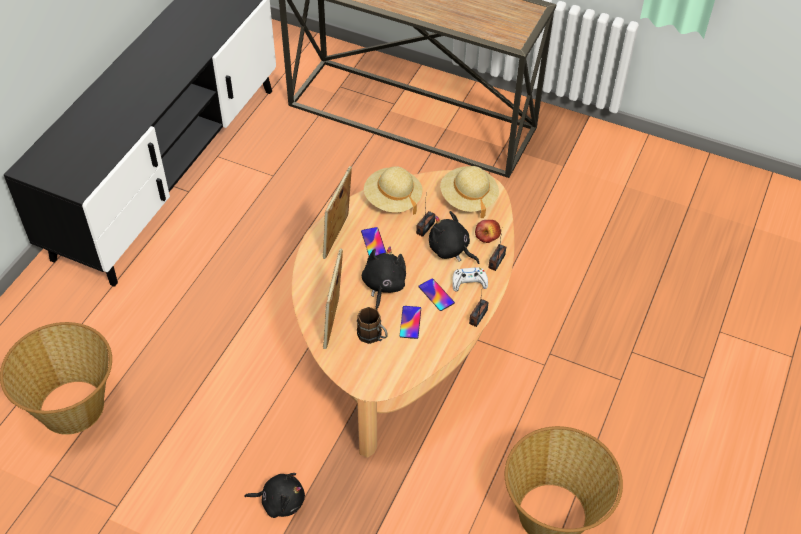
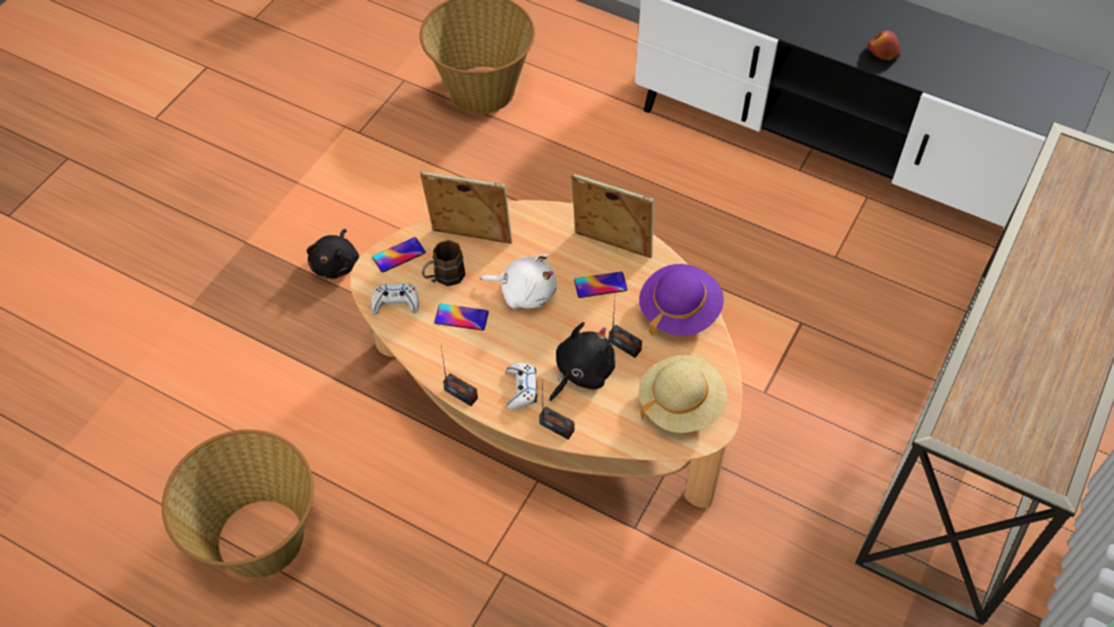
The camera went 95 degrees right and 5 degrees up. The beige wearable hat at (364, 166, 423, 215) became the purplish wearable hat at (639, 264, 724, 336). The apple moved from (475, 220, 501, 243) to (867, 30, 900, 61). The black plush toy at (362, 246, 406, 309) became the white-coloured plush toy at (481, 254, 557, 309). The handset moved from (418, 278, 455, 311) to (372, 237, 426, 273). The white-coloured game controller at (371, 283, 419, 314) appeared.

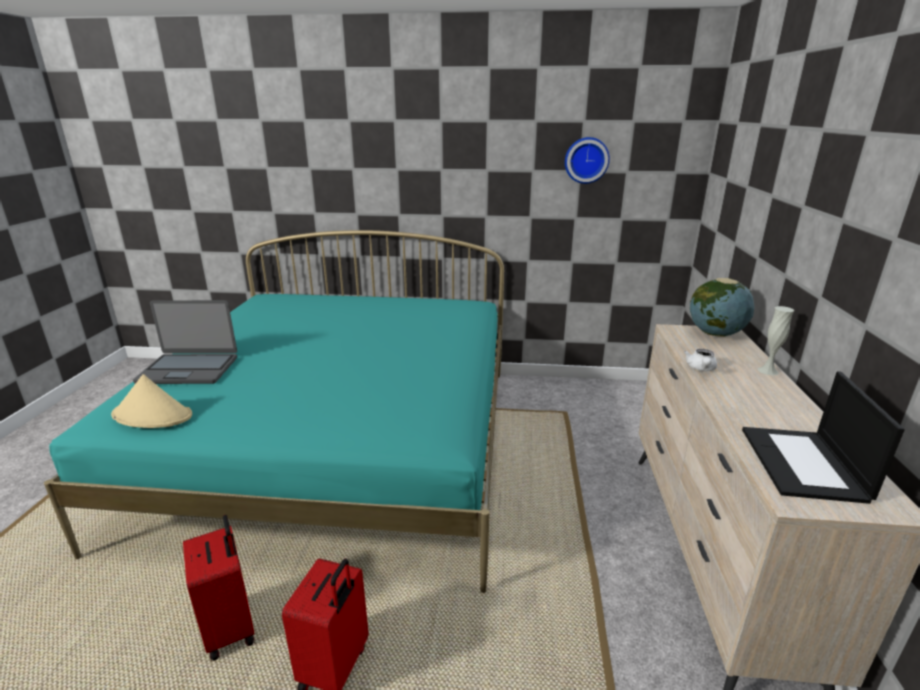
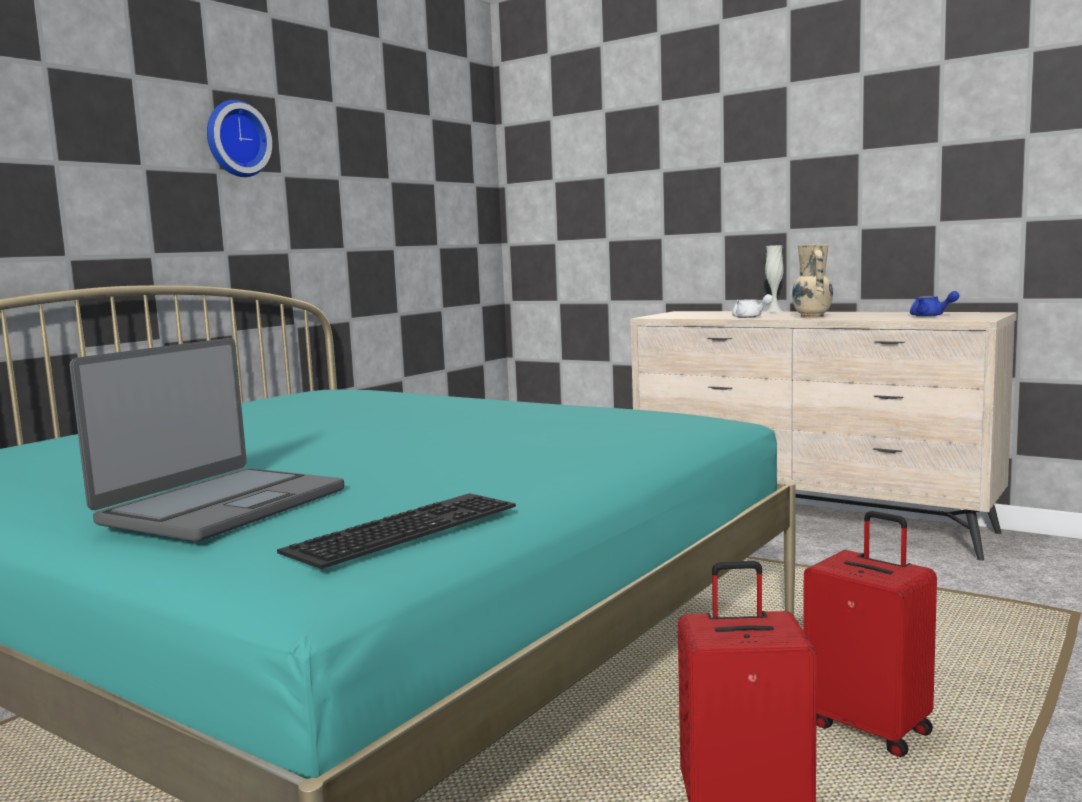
The camera went 60 degrees left and 15 degrees down. The hanging clock moved from (565, 137, 610, 184) to (207, 100, 272, 177). The desk globe at (689, 278, 754, 337) disappeared. The notebook computer at (742, 371, 904, 504) was replaced by the bluish tea pot at (910, 291, 960, 317). The beige wearable hat at (111, 374, 192, 428) was replaced by the PC keyboard at (277, 493, 516, 569). The beige decorative vase at (792, 245, 833, 317) appeared.

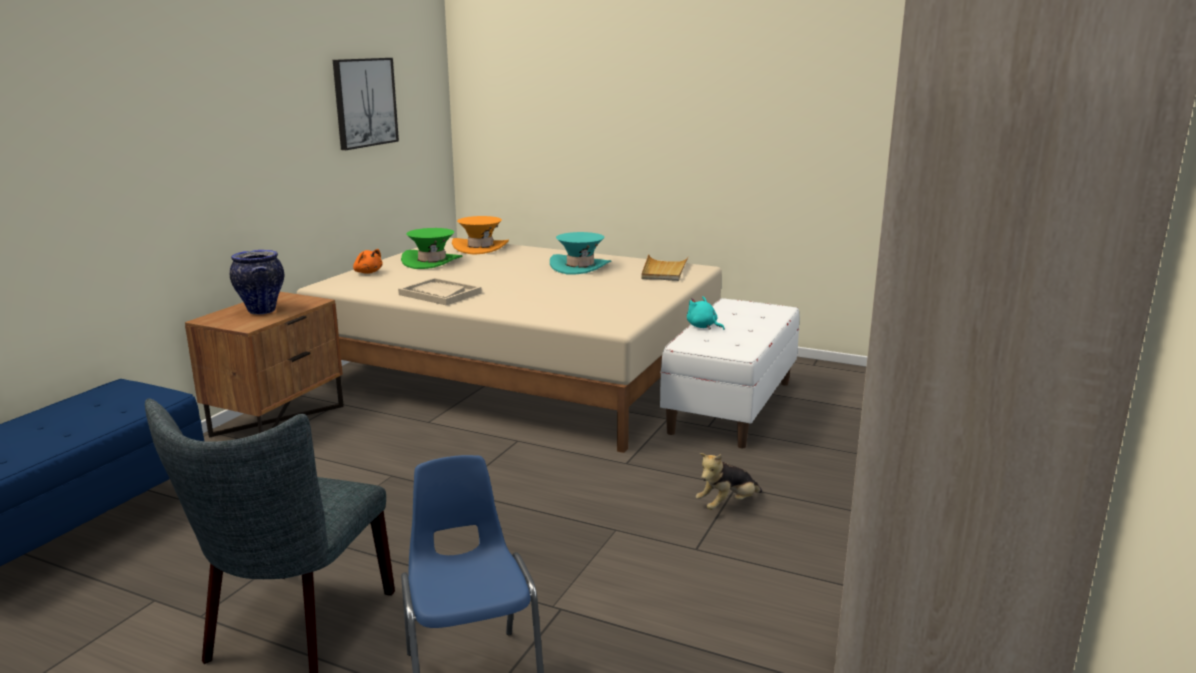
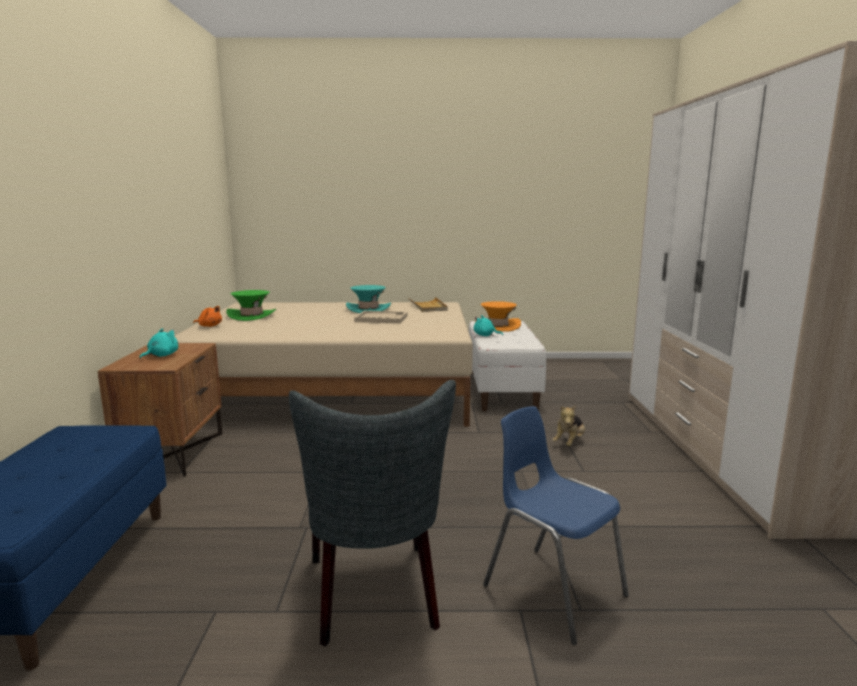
The camera went 25 degrees left and 5 degrees down. The wall picture at (333, 58, 399, 150) disappeared. The orange-coloured wearable hat moved from (452, 216, 509, 255) to (475, 301, 521, 332). The decorative vase at (230, 250, 284, 315) was replaced by the turquoise-coloured plush toy at (139, 328, 178, 359). The beige serving tray moved from (398, 278, 481, 305) to (354, 311, 407, 324).

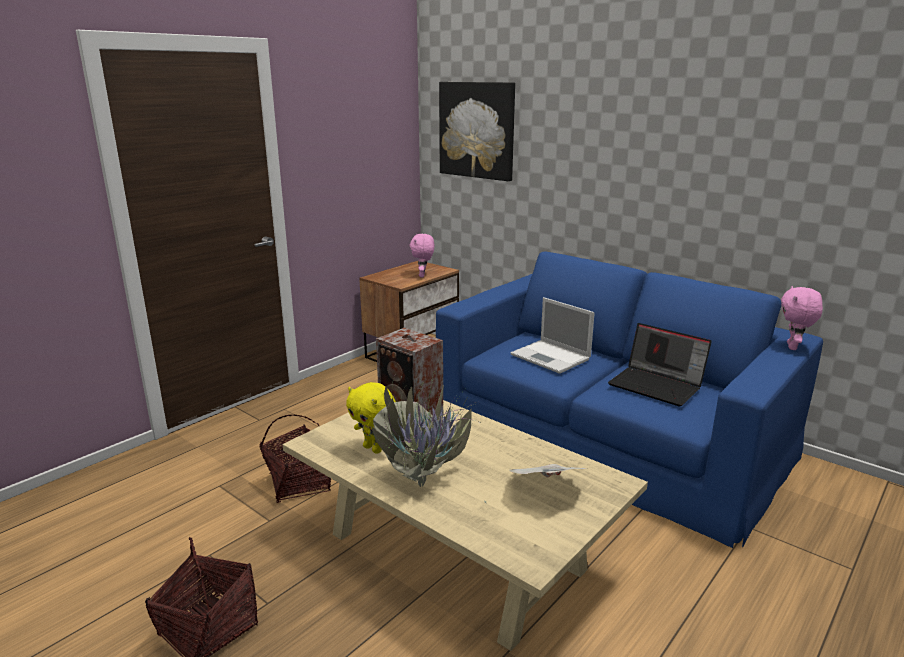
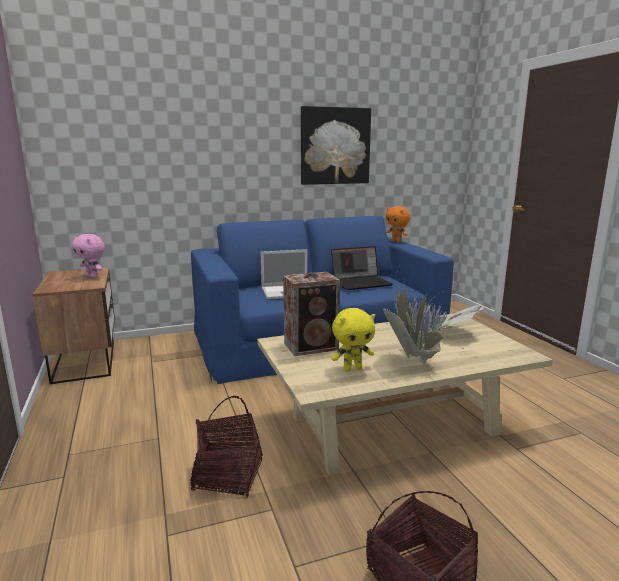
The camera went 60 degrees left and 5 degrees down. The wall picture moved from (439, 82, 515, 181) to (301, 106, 371, 185). The pink-coloured plush toy at (781, 286, 823, 350) became the orange-coloured plush toy at (386, 206, 410, 242).

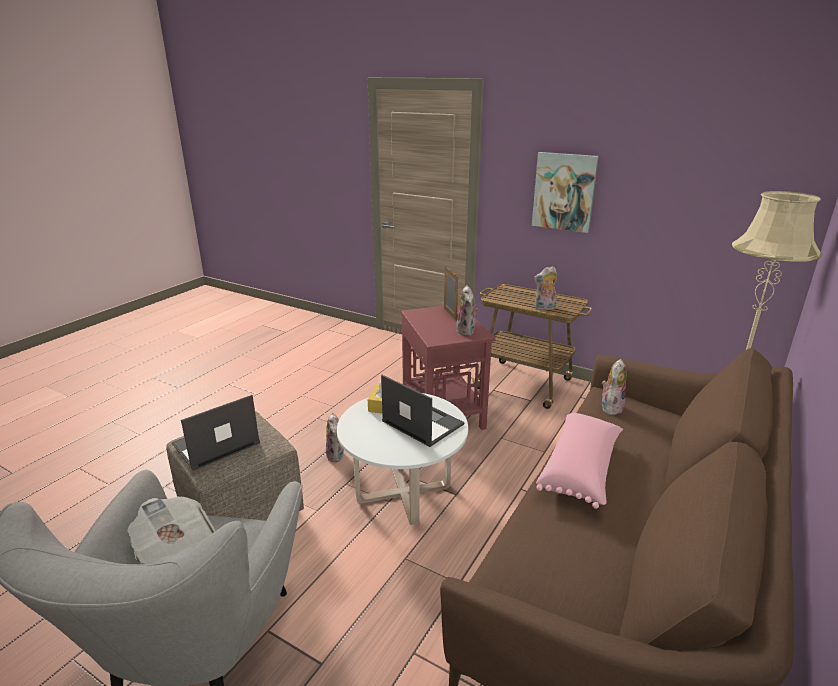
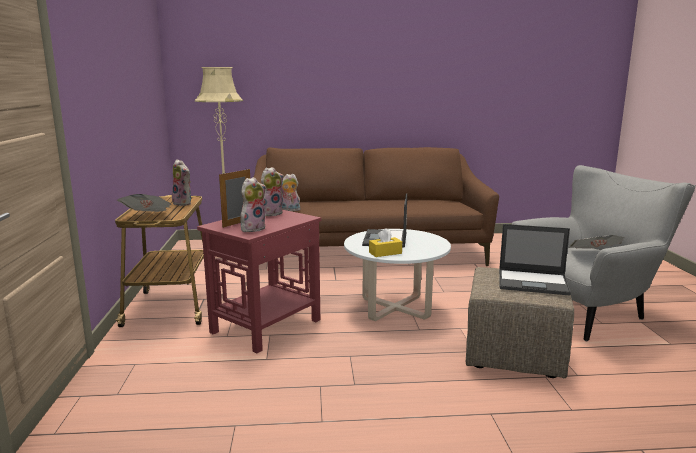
The camera went 125 degrees left and 10 degrees down. The wall picture at (532, 152, 599, 233) disappeared. The plush toy moved from (326, 413, 344, 462) to (240, 177, 266, 232). The pink-coloured cushion at (536, 413, 623, 509) disappeared. The printed paper at (117, 194, 172, 212) appeared.

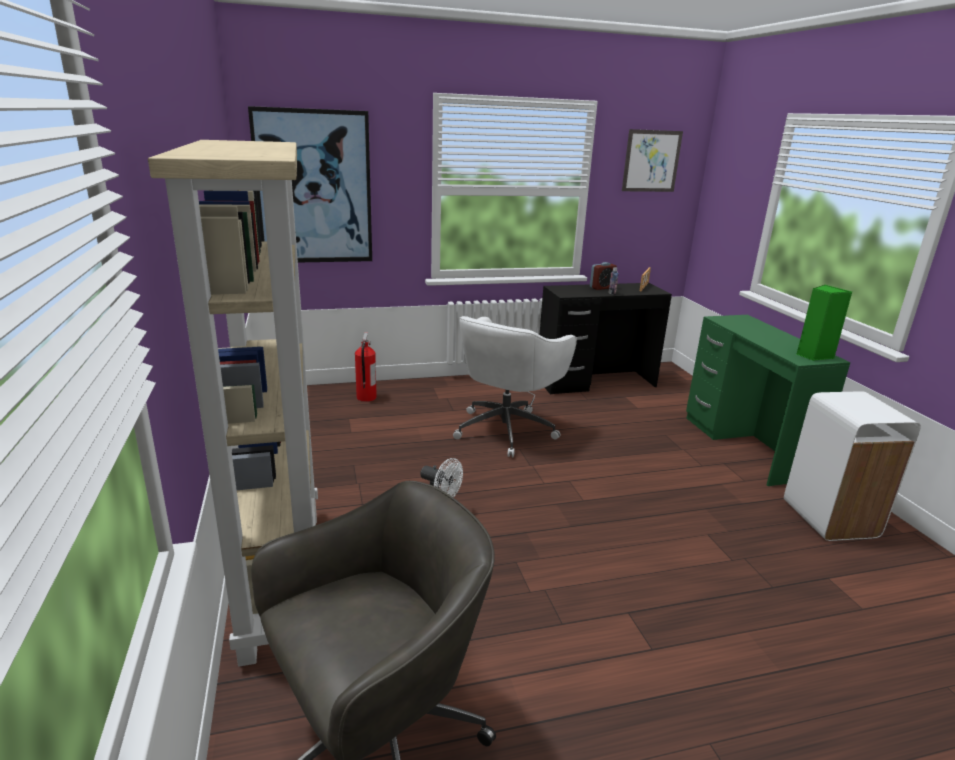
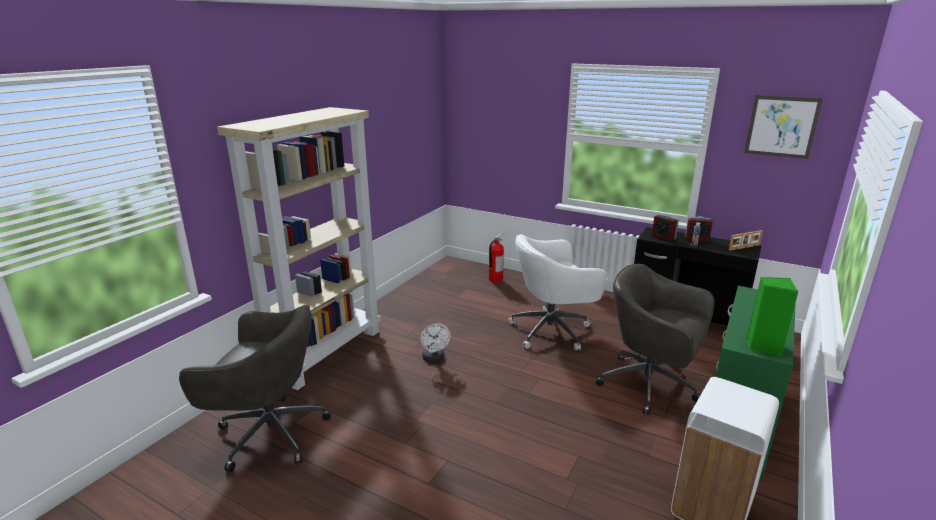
The camera went 45 degrees right and 0 degrees up. The wall picture at (248, 106, 372, 263) disappeared. The bedside clock at (652, 214, 679, 241) appeared. The gray office chair at (596, 264, 715, 415) appeared.

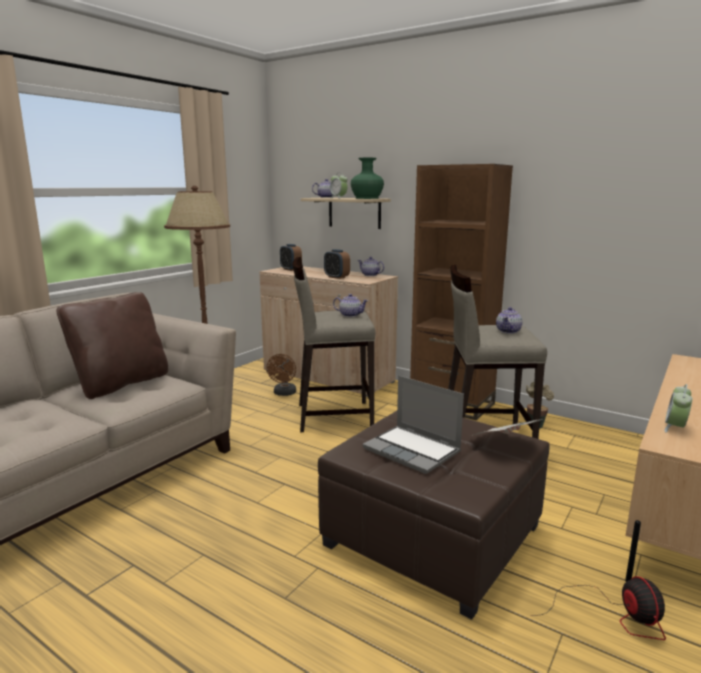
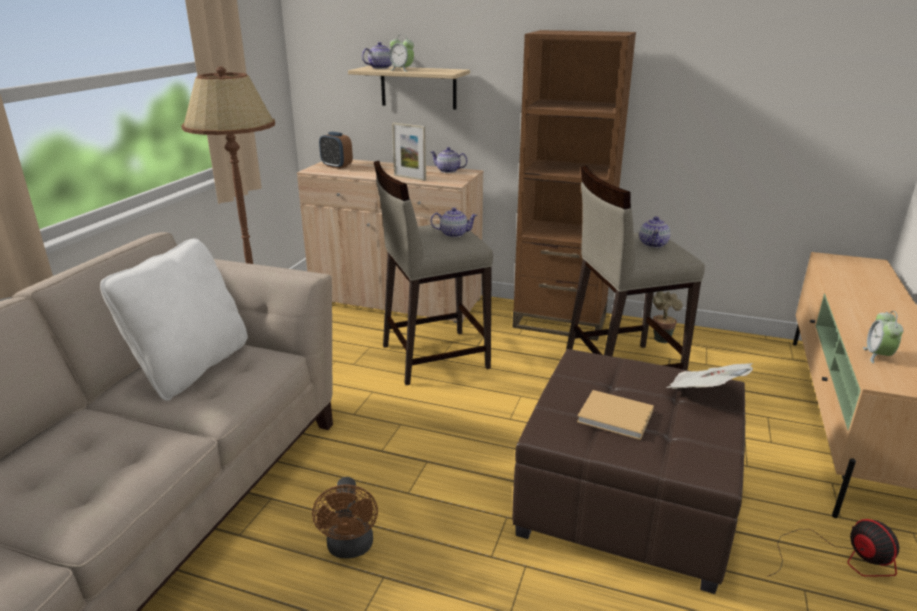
The camera went 15 degrees left and 10 degrees up. The green-coloured decorative vase at (351, 158, 384, 199) disappeared. The bedside clock at (324, 249, 350, 279) was replaced by the photo frame at (392, 122, 426, 181). The brownish cushion at (56, 292, 168, 399) became the white-coloured cushion at (100, 238, 248, 401). The brownish fan moved from (266, 354, 296, 396) to (312, 477, 378, 558). The notebook computer at (363, 375, 464, 474) was replaced by the beige bound book at (577, 390, 654, 440).

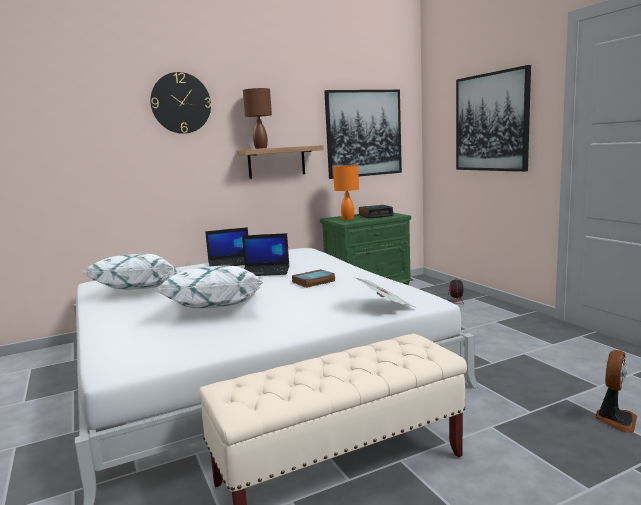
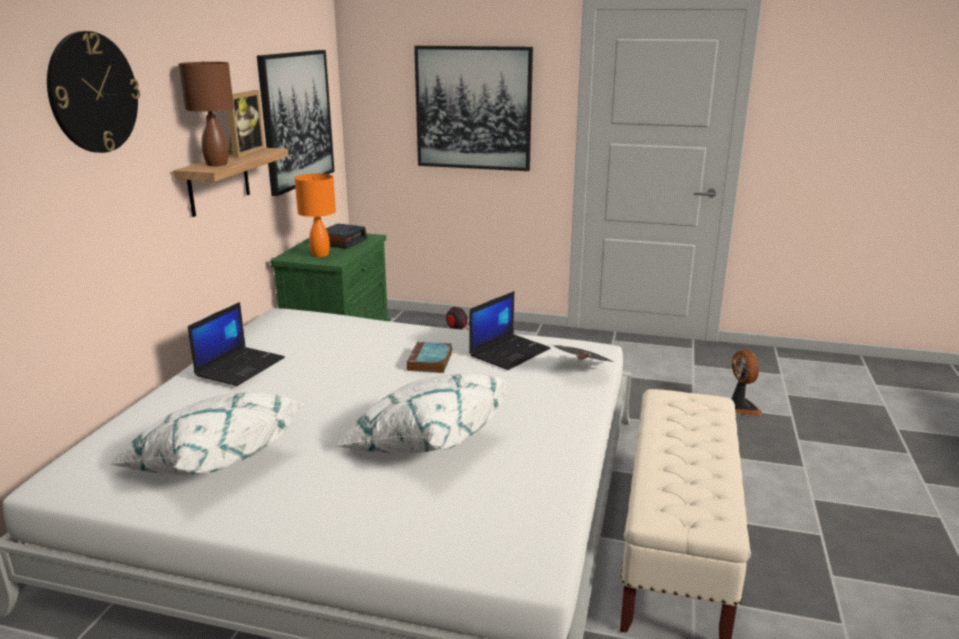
The camera went 50 degrees left and 10 degrees up. The notebook computer moved from (242, 233, 289, 276) to (469, 291, 551, 370). The photo frame at (228, 90, 265, 158) appeared.

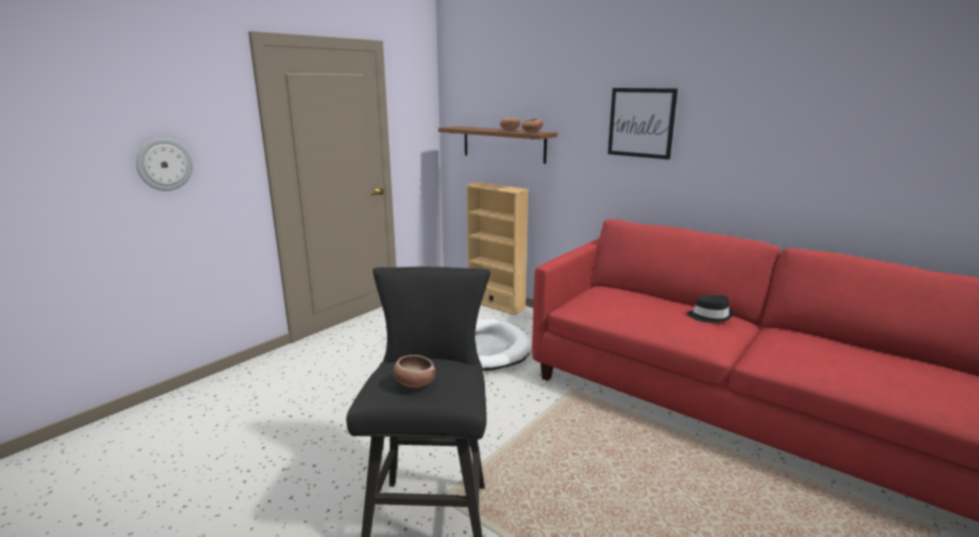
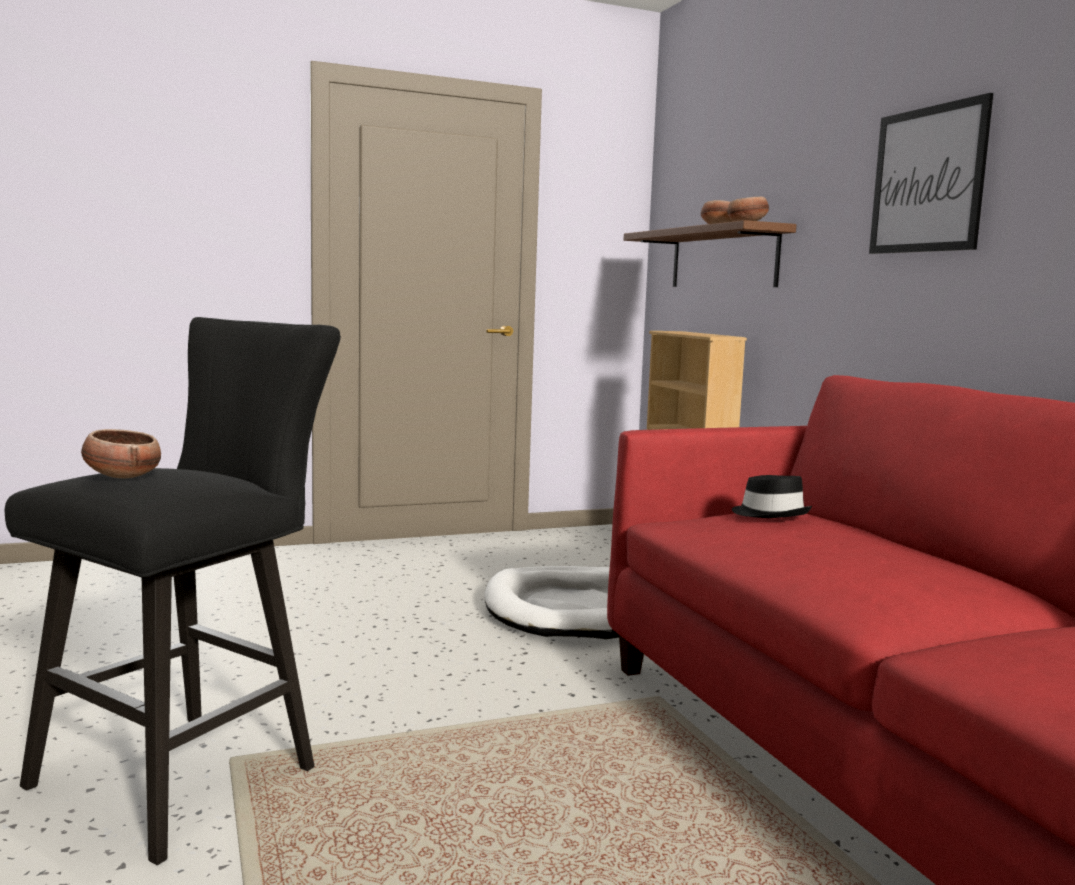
The camera went 30 degrees right and 10 degrees down. The hanging clock at (136, 138, 193, 191) disappeared. The black wearable hat moved from (687, 295, 734, 323) to (732, 475, 812, 518).

